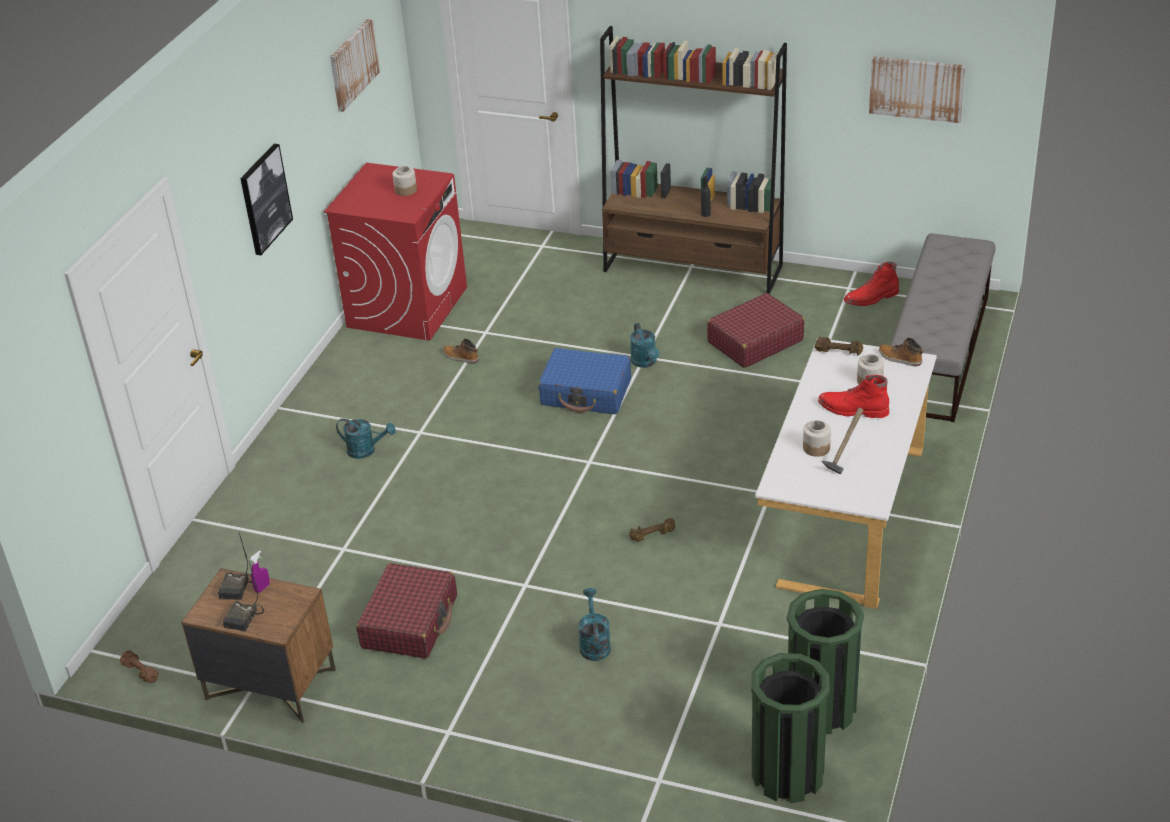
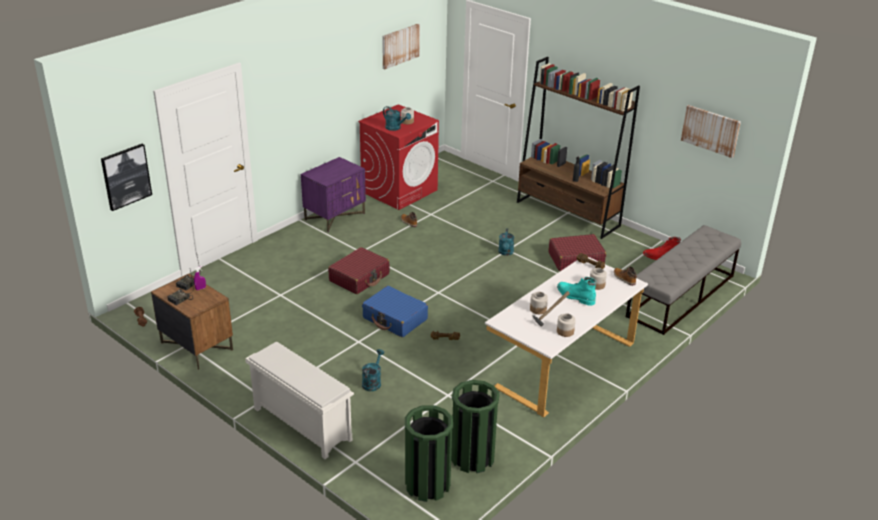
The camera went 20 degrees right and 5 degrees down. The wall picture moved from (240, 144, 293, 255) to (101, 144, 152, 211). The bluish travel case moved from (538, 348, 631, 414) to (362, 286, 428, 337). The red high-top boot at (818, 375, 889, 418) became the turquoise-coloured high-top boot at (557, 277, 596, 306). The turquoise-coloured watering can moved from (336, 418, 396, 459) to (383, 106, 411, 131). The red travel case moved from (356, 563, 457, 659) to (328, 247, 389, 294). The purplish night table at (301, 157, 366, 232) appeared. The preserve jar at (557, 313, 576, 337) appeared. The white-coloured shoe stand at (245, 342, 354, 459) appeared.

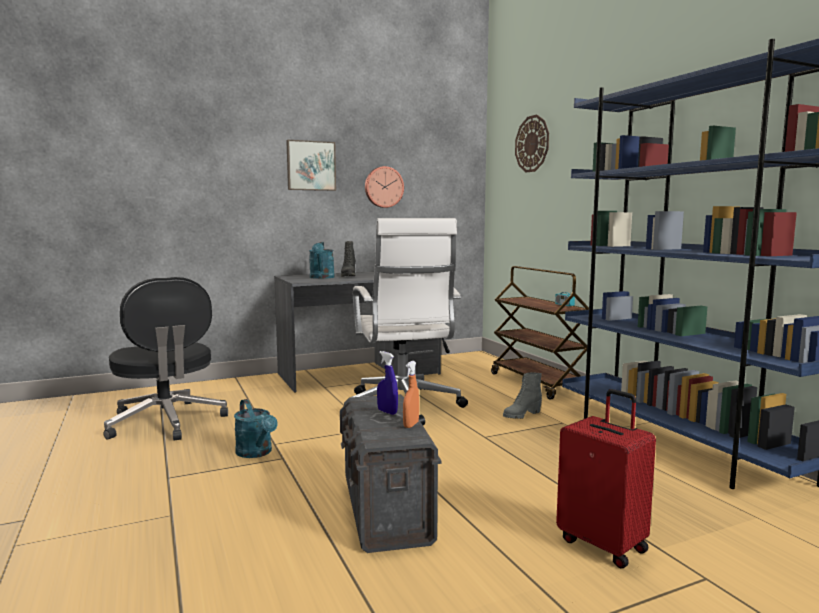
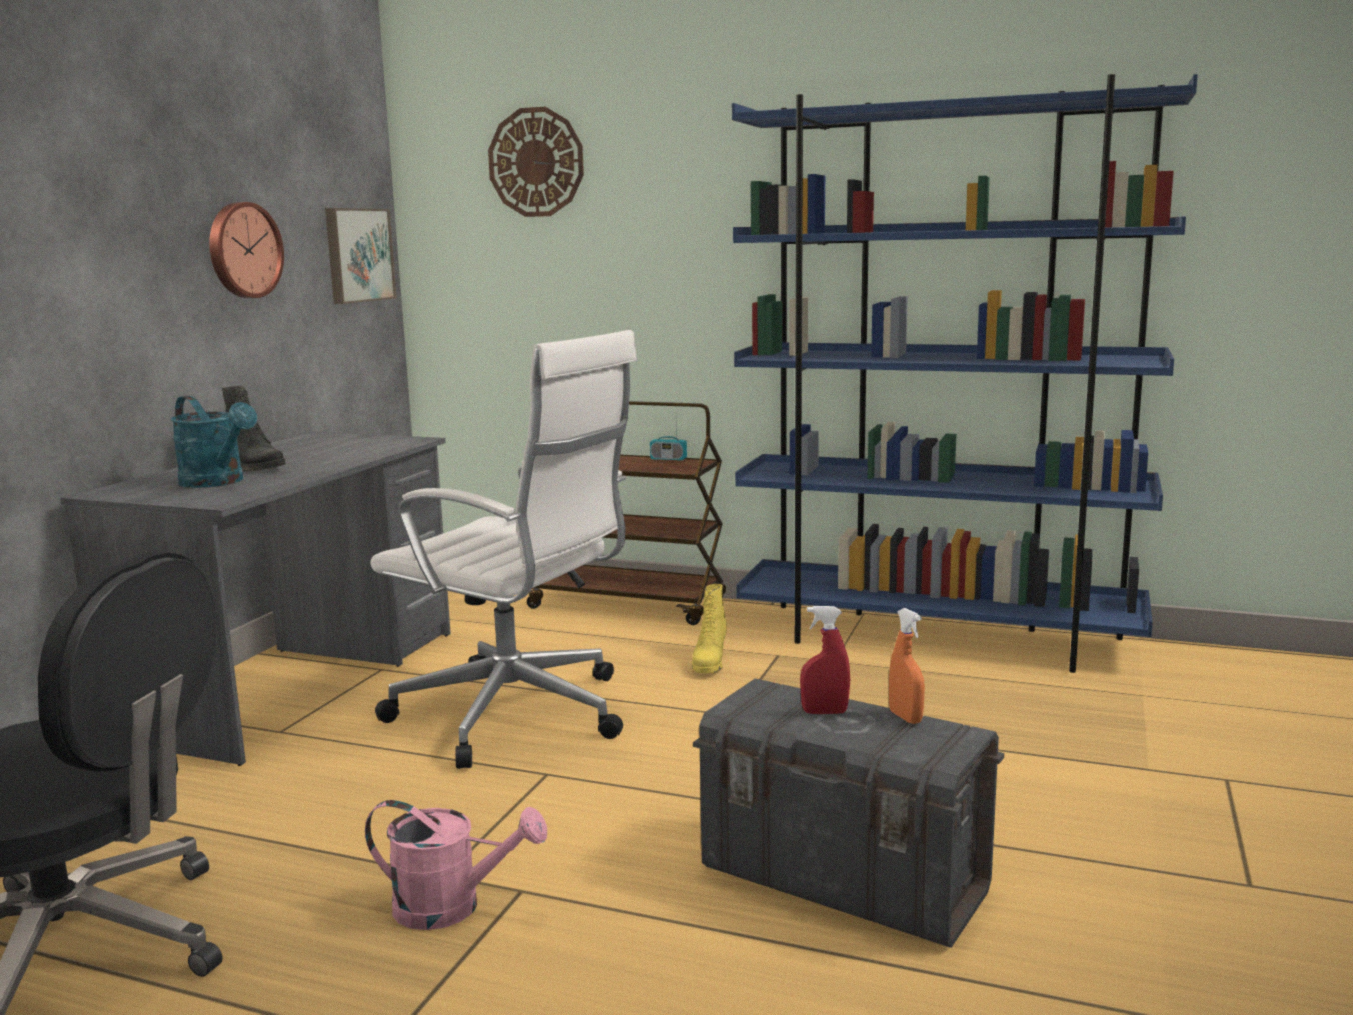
The camera went 45 degrees left and 5 degrees up. The wall picture moved from (286, 140, 336, 191) to (325, 208, 397, 304). The bluish sprayer at (377, 351, 398, 415) became the red sprayer at (800, 606, 850, 714). The gray high-top boot at (503, 372, 542, 419) became the yellow-coloured high-top boot at (692, 584, 727, 673). The red travel case at (556, 389, 656, 568) disappeared. The turquoise-coloured watering can at (234, 399, 278, 458) became the pink-coloured watering can at (365, 800, 547, 930).

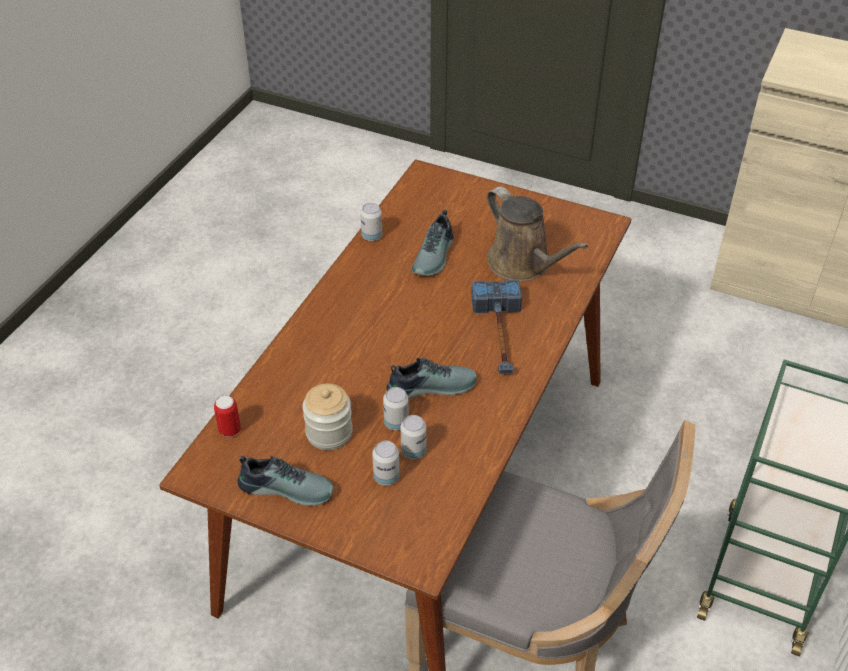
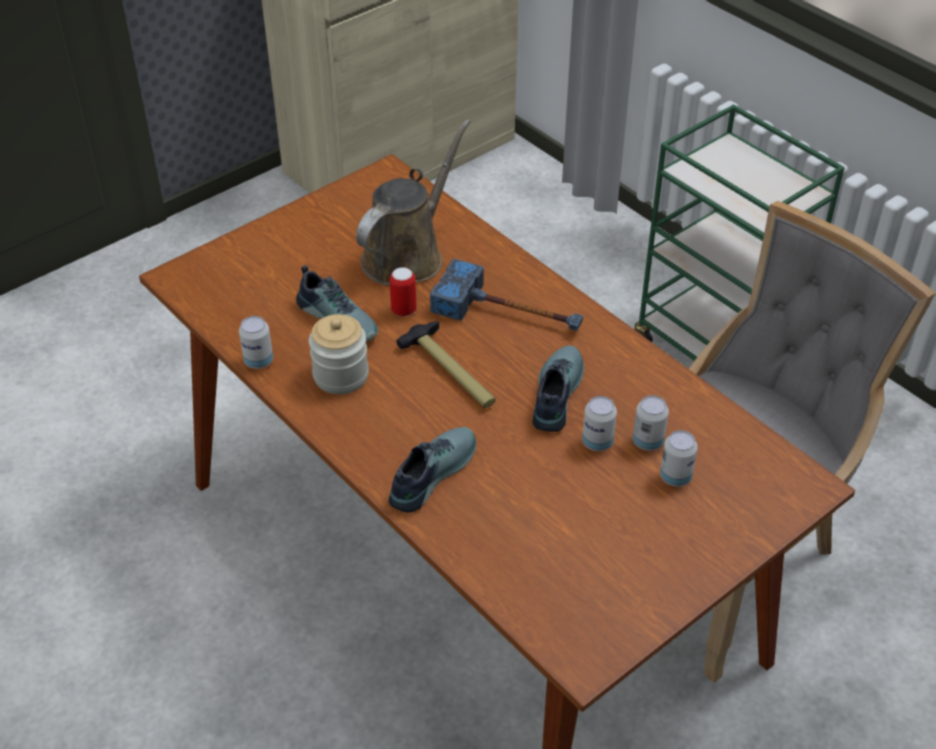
The camera went 65 degrees left and 0 degrees up. The brownish watering can at (487, 186, 588, 282) turned 45 degrees counterclockwise. The preserve jar moved from (302, 383, 353, 450) to (309, 314, 369, 394). The sealed can moved from (214, 396, 241, 437) to (389, 267, 417, 317). The item of footwear moved from (238, 456, 334, 506) to (389, 427, 476, 513). The tool hammer at (396, 321, 496, 408) appeared.

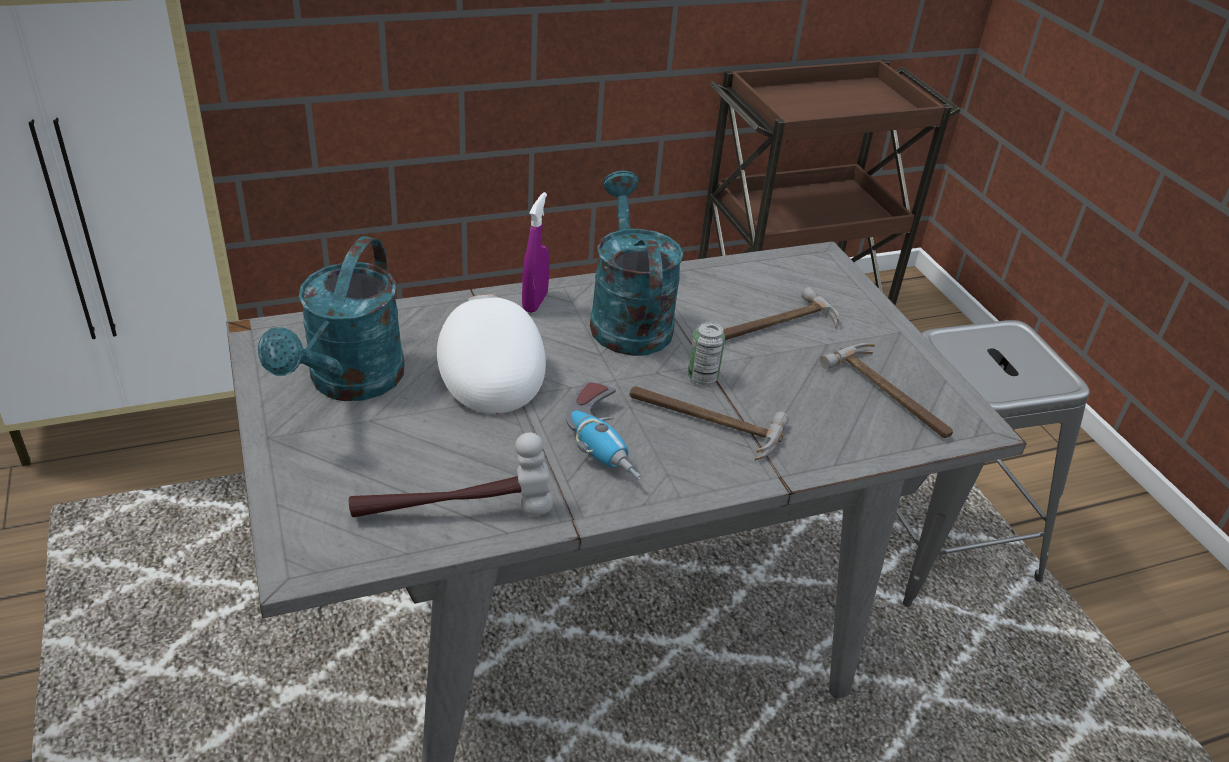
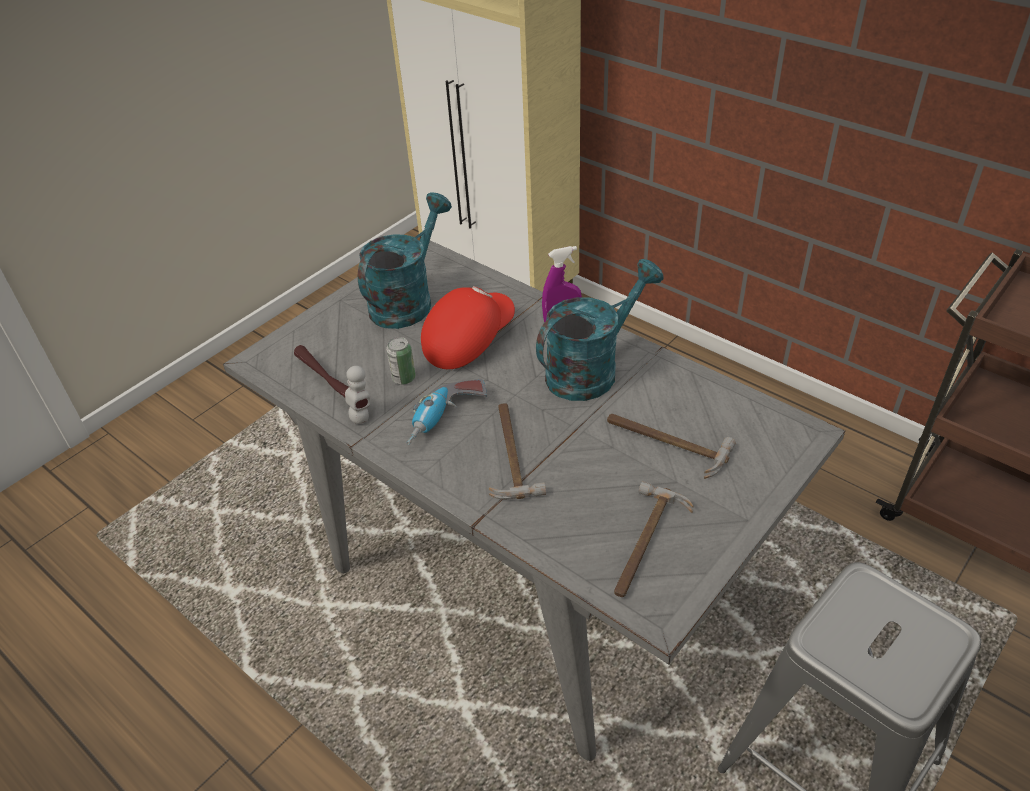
The camera went 65 degrees right and 5 degrees up. The turquoise-coloured watering can at (258, 236, 405, 401) turned 135 degrees clockwise. The white-coloured peaked cap at (437, 295, 546, 414) became the red peaked cap at (421, 286, 515, 370). The sealed can moved from (688, 321, 725, 385) to (386, 337, 416, 385).

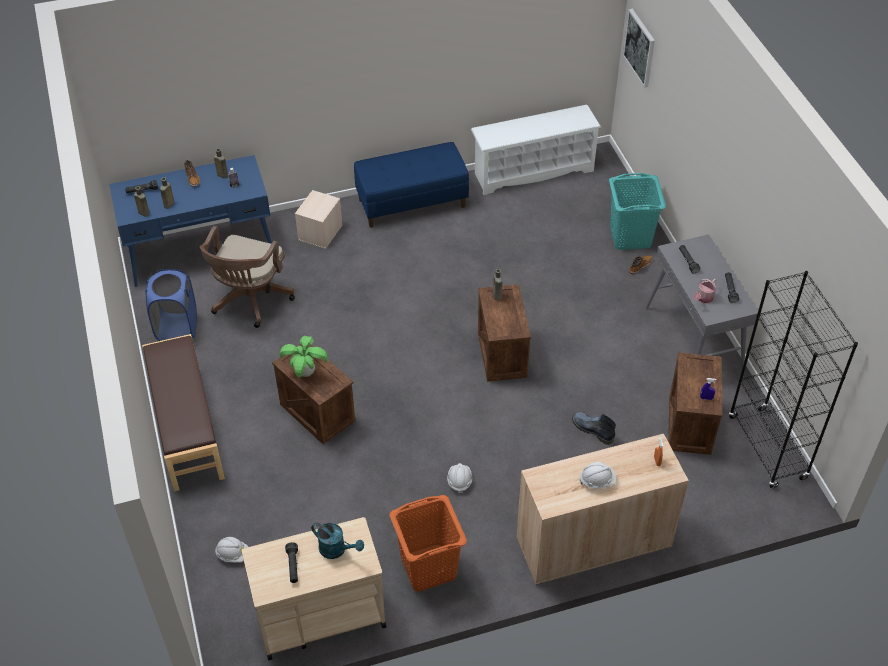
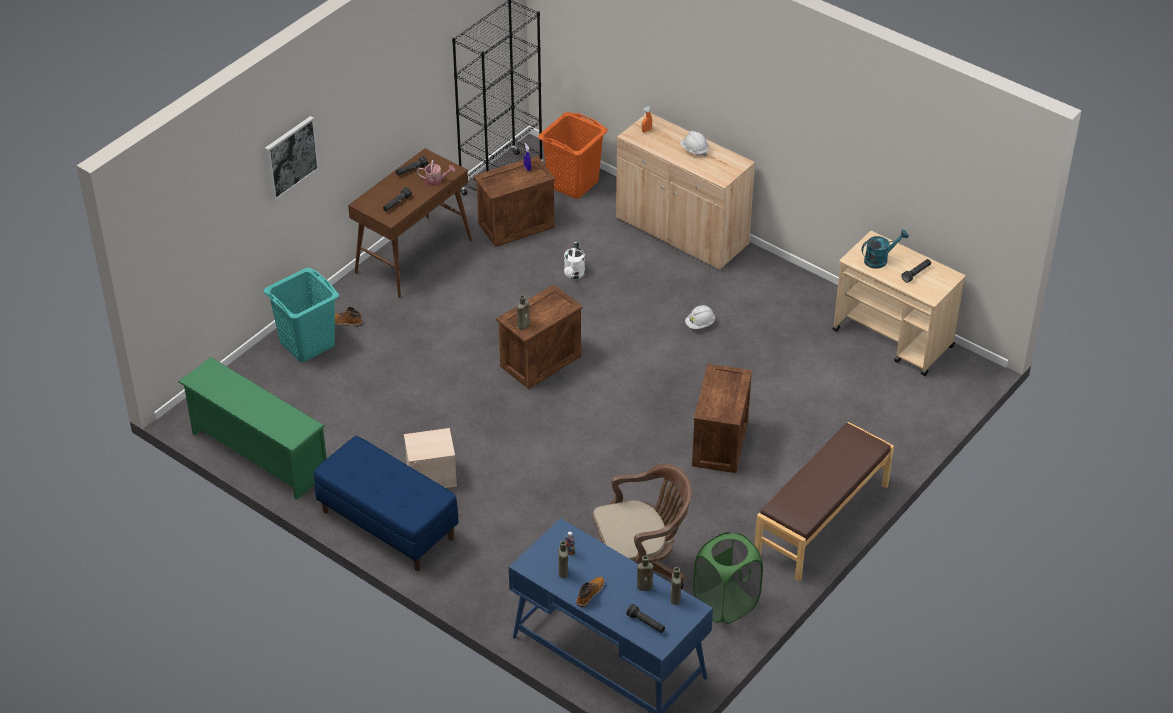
The camera went 125 degrees left and 5 degrees down. The wall picture moved from (623, 9, 655, 88) to (265, 116, 320, 201). The white-coloured shoe stand at (471, 105, 602, 195) became the green-coloured shoe stand at (178, 357, 327, 500). The beige storage box moved from (295, 190, 343, 249) to (404, 428, 457, 488). The gray narrow table at (646, 234, 758, 371) became the brownish narrow table at (348, 148, 472, 298). The bluish hamper at (145, 269, 197, 341) became the green-coloured hamper at (693, 532, 763, 624). The plant in a pot at (280, 336, 328, 378) disappeared. The high-top boot at (572, 412, 616, 445) was replaced by the white-coloured watering can at (564, 242, 585, 279). The orange-coloured hamper moved from (389, 495, 467, 592) to (538, 112, 607, 199). The turquoise-coloured watering can at (311, 523, 364, 559) turned 75 degrees clockwise. The white-coloured work helmet at (215, 537, 248, 563) disappeared.

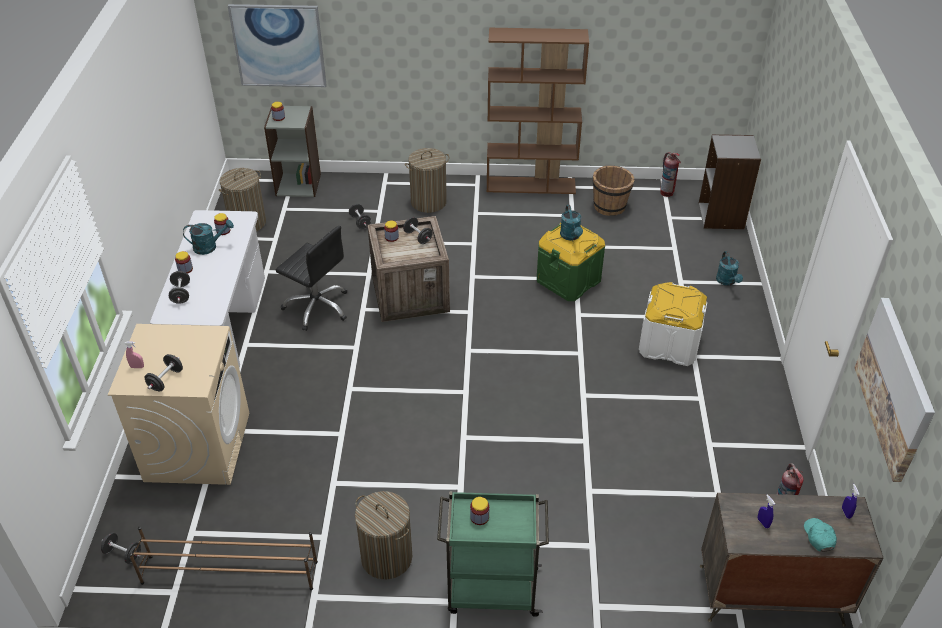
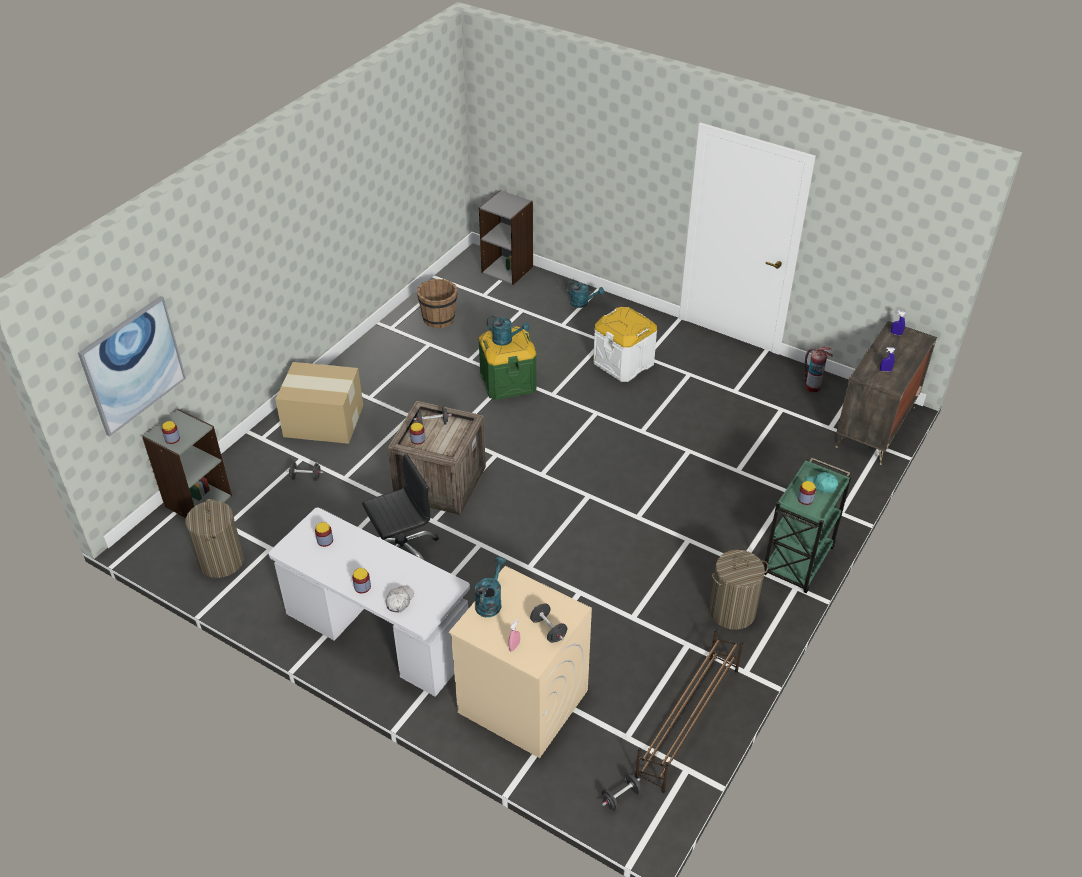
The camera went 60 degrees left and 0 degrees up. The brownish bookshelf at (487, 28, 589, 194) disappeared. The hamper at (405, 148, 449, 213) was replaced by the carton at (275, 362, 363, 444). The fire-fighting cylinder at (660, 152, 681, 197) disappeared. The turquoise-coloured watering can moved from (183, 219, 234, 255) to (475, 557, 506, 617). The black dumbbell at (169, 271, 190, 304) was replaced by the white-coloured peaked cap at (386, 585, 414, 613). The wall picture at (854, 298, 935, 482) disappeared. The turquoise-coloured peaked cap moved from (804, 518, 837, 552) to (805, 472, 838, 493).

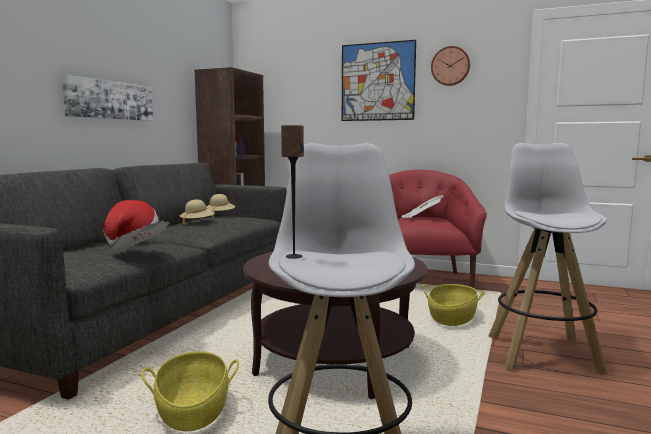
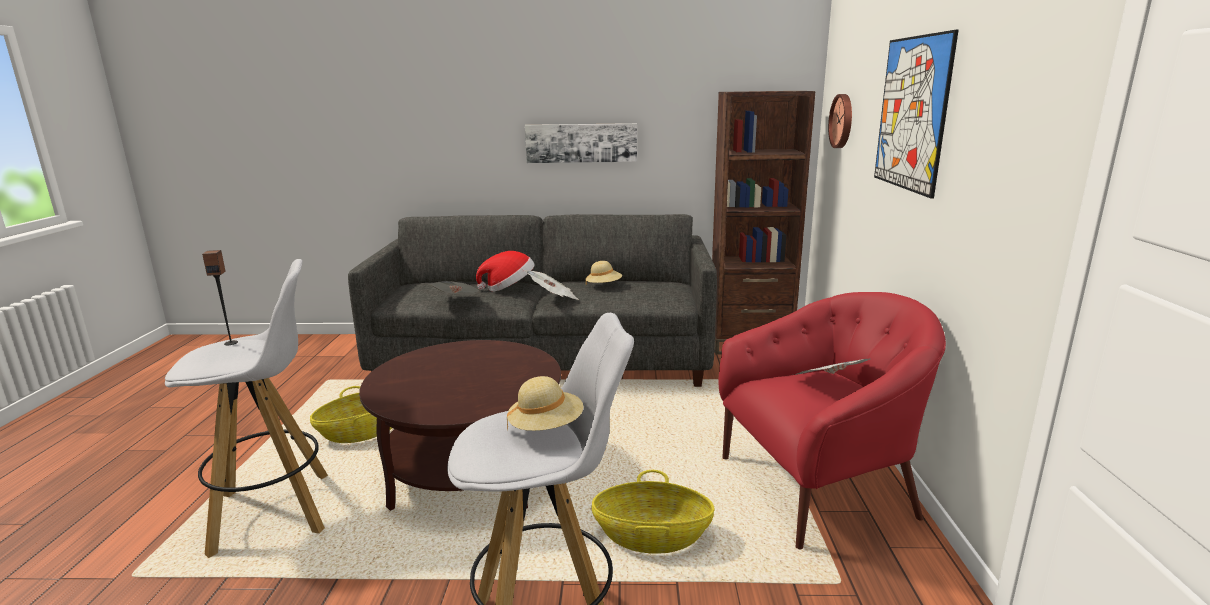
The camera went 70 degrees right and 10 degrees up. The hanging clock moved from (431, 46, 470, 86) to (828, 94, 852, 148). The beige wearable hat moved from (207, 194, 235, 217) to (507, 376, 583, 431). The printed paper at (525, 270, 579, 300) appeared.

